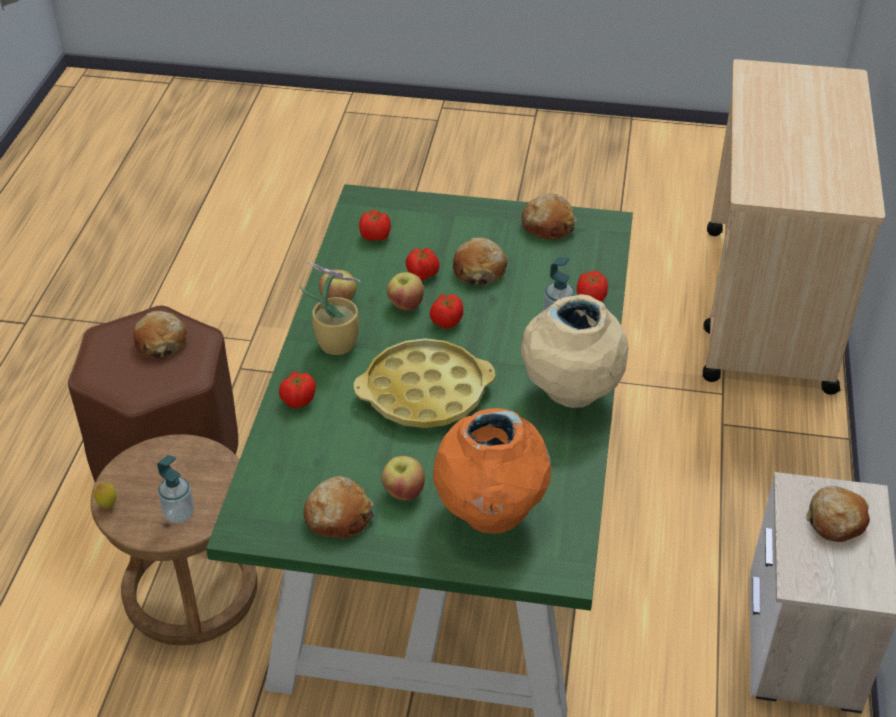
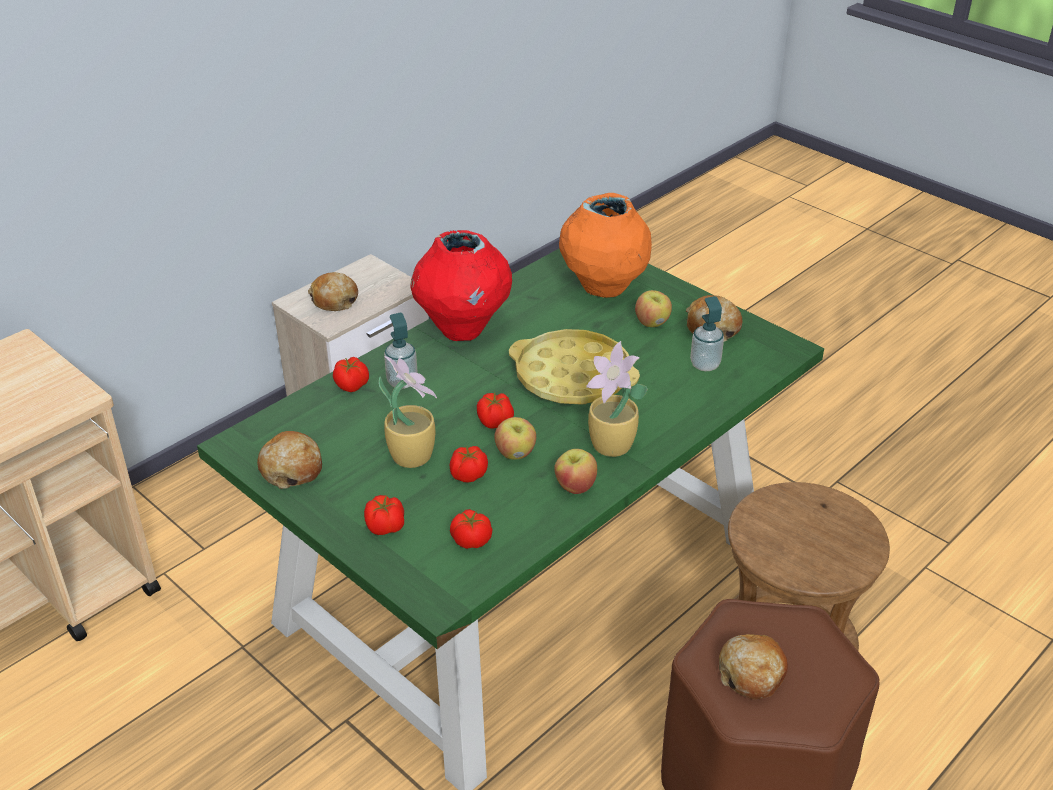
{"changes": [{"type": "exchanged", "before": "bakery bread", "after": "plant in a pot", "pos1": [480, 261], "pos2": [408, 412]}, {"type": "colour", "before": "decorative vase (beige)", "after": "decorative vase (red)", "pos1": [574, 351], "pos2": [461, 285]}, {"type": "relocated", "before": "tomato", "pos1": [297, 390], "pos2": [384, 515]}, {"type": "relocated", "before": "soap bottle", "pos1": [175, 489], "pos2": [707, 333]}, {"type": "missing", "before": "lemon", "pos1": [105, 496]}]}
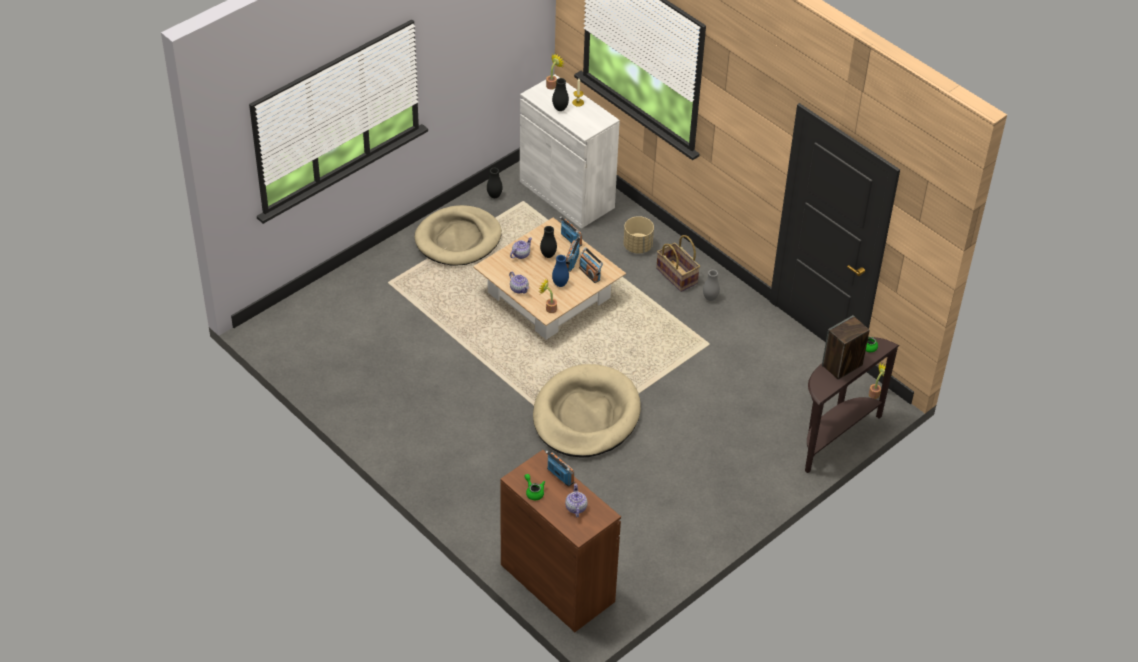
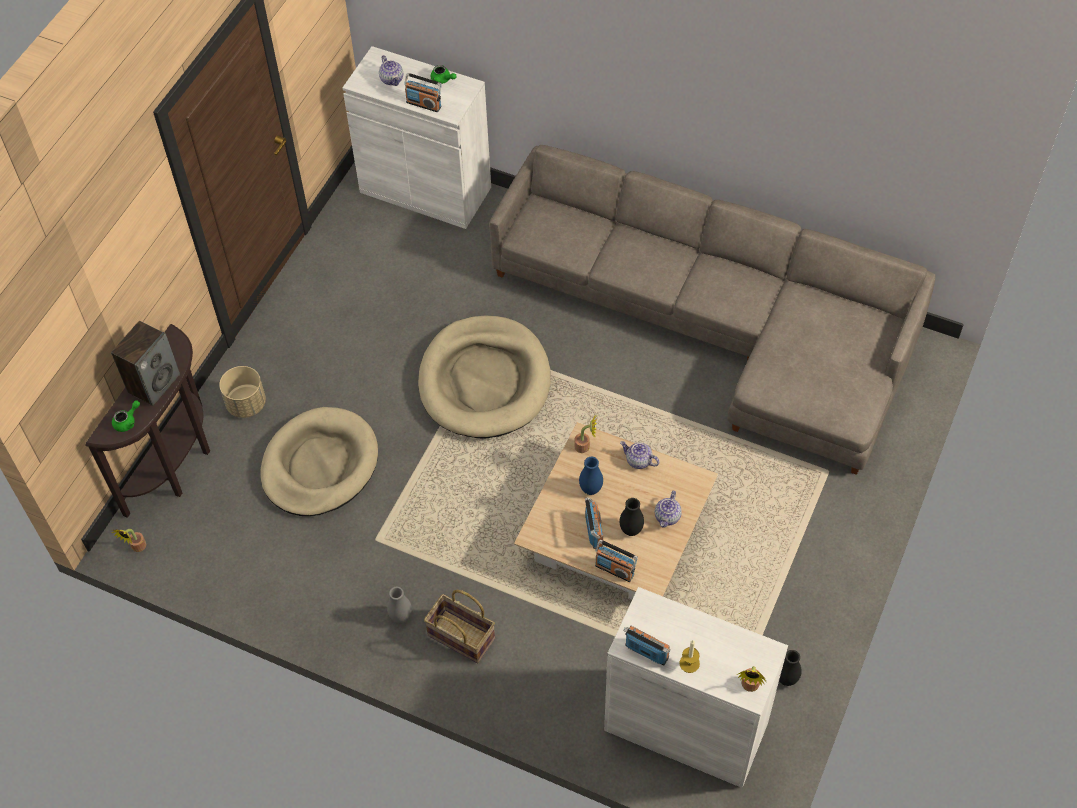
{"changes": [{"type": "missing", "before": "decorative vase (black-coloured)", "pos1": [560, 94]}, {"type": "relocated", "before": "dog cushion (beige)", "pos1": [458, 235], "pos2": [319, 461]}, {"type": "relocated", "before": "planter (beige)", "pos1": [638, 235], "pos2": [242, 392]}, {"type": "relocated", "before": "radio set", "pos1": [591, 265], "pos2": [646, 645]}, {"type": "colour", "before": "cupboard (brownish)", "after": "cupboard (whitish)", "pos1": [560, 541], "pos2": [416, 137]}, {"type": "appeared", "after": "couch (gray)", "pos2": [712, 310]}]}
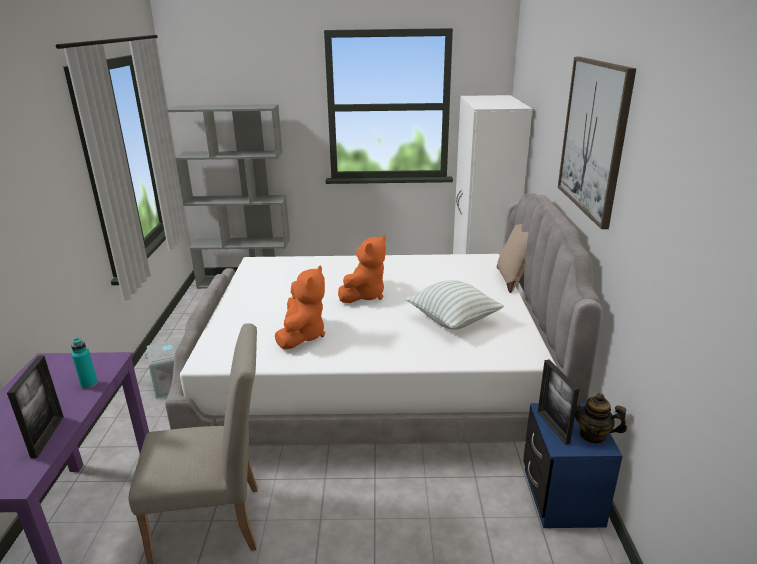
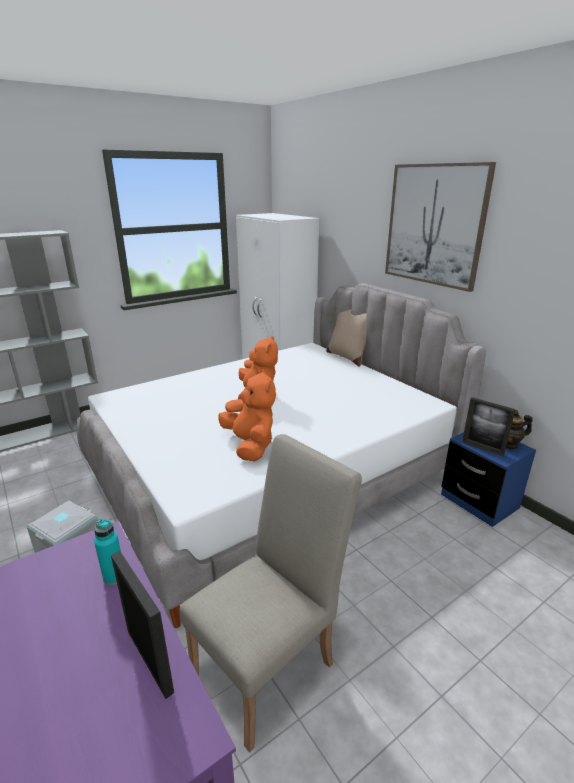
{"changes": [{"type": "missing", "before": "throw pillow", "pos1": [455, 305]}]}
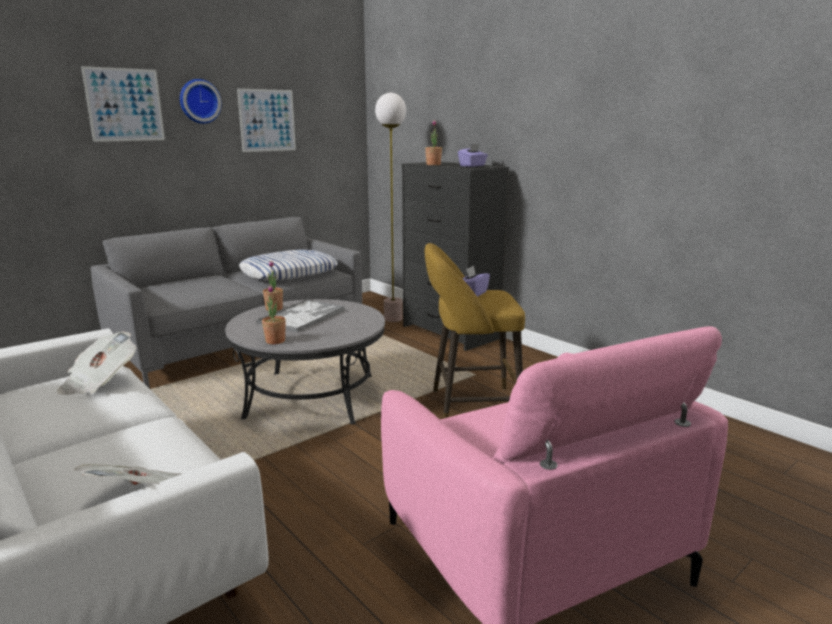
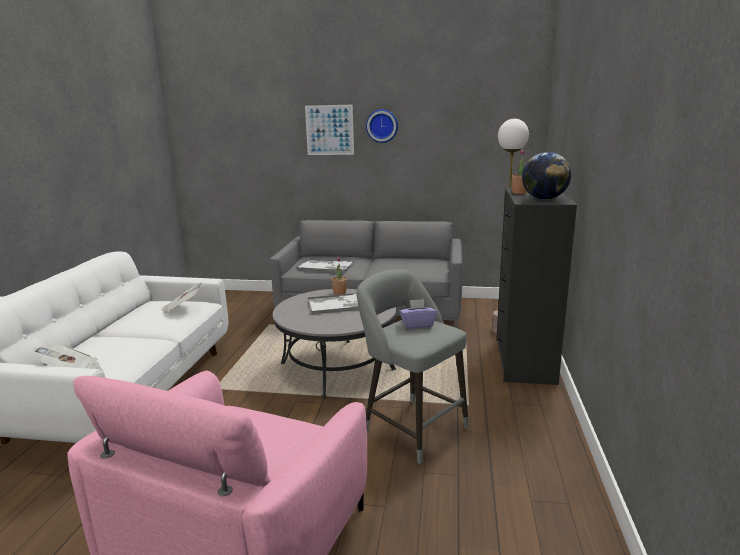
{"changes": [{"type": "missing", "before": "picture", "pos1": [266, 120]}, {"type": "exchanged", "before": "tissue box (purple)", "after": "world globe", "pos1": [473, 155], "pos2": [546, 176]}, {"type": "colour", "before": "sitting stool (yellow)", "after": "sitting stool (gray)", "pos1": [475, 331], "pos2": [413, 366]}, {"type": "missing", "before": "throw pillow", "pos1": [288, 265]}, {"type": "missing", "before": "plant in a pot", "pos1": [274, 314]}, {"type": "appeared", "after": "serving tray", "pos2": [325, 265]}]}
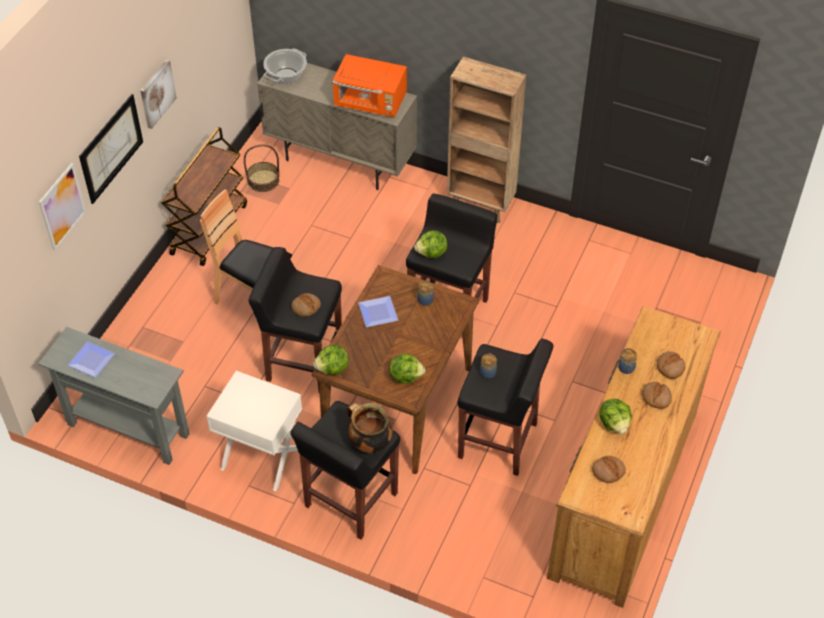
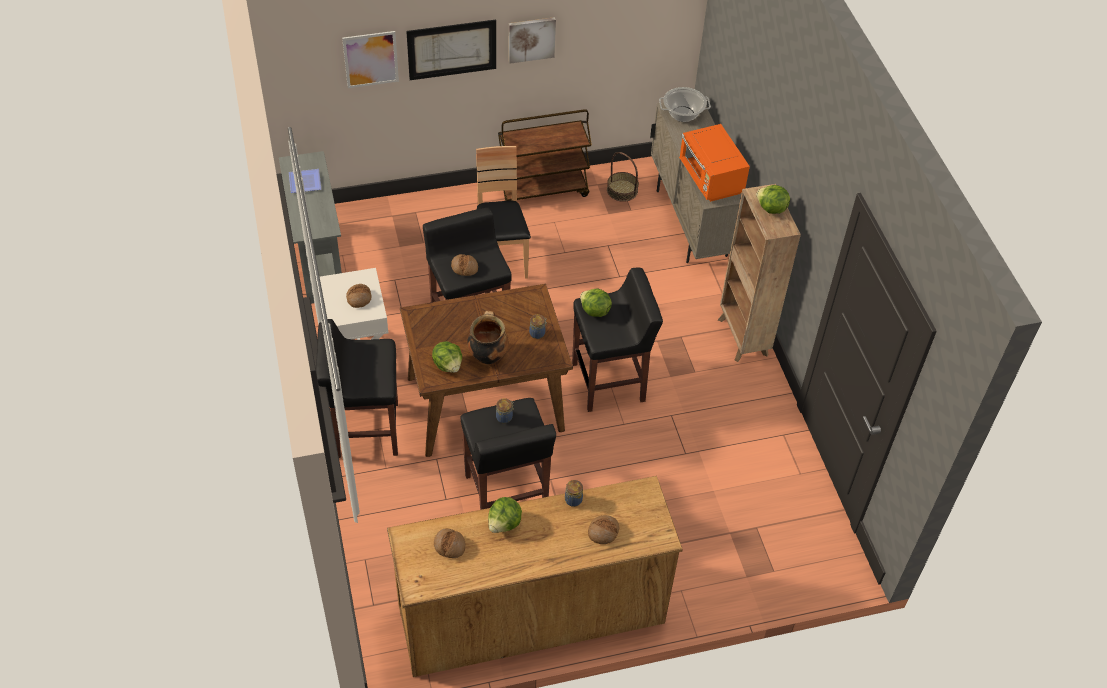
{"changes": [{"type": "missing", "before": "plate", "pos1": [378, 311]}, {"type": "relocated", "before": "lettuce", "pos1": [331, 360], "pos2": [773, 199]}, {"type": "relocated", "before": "bakery bread", "pos1": [657, 395], "pos2": [359, 296]}, {"type": "relocated", "before": "stockpot", "pos1": [370, 428], "pos2": [488, 337]}]}
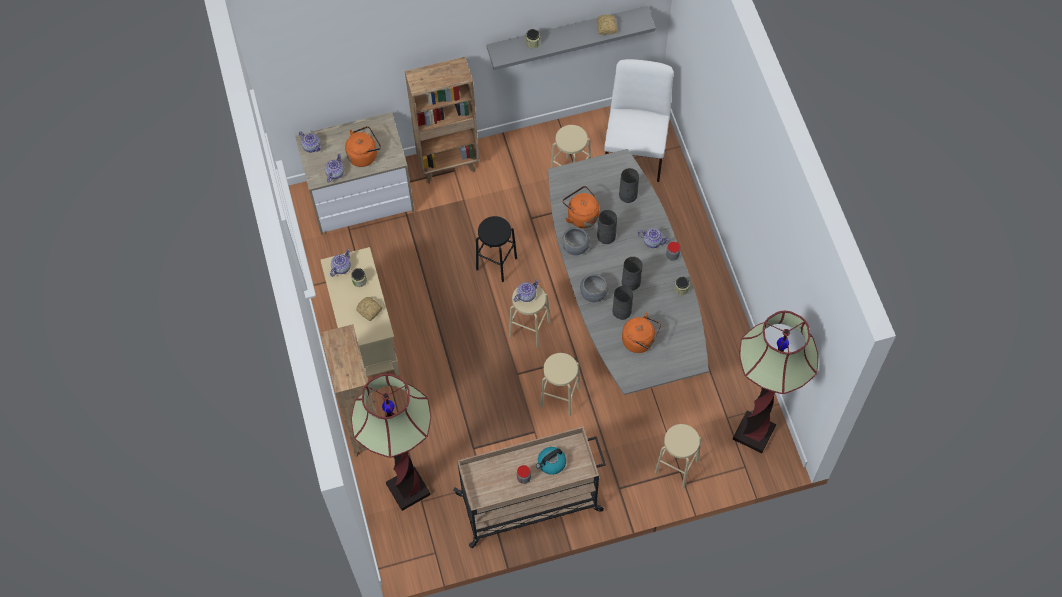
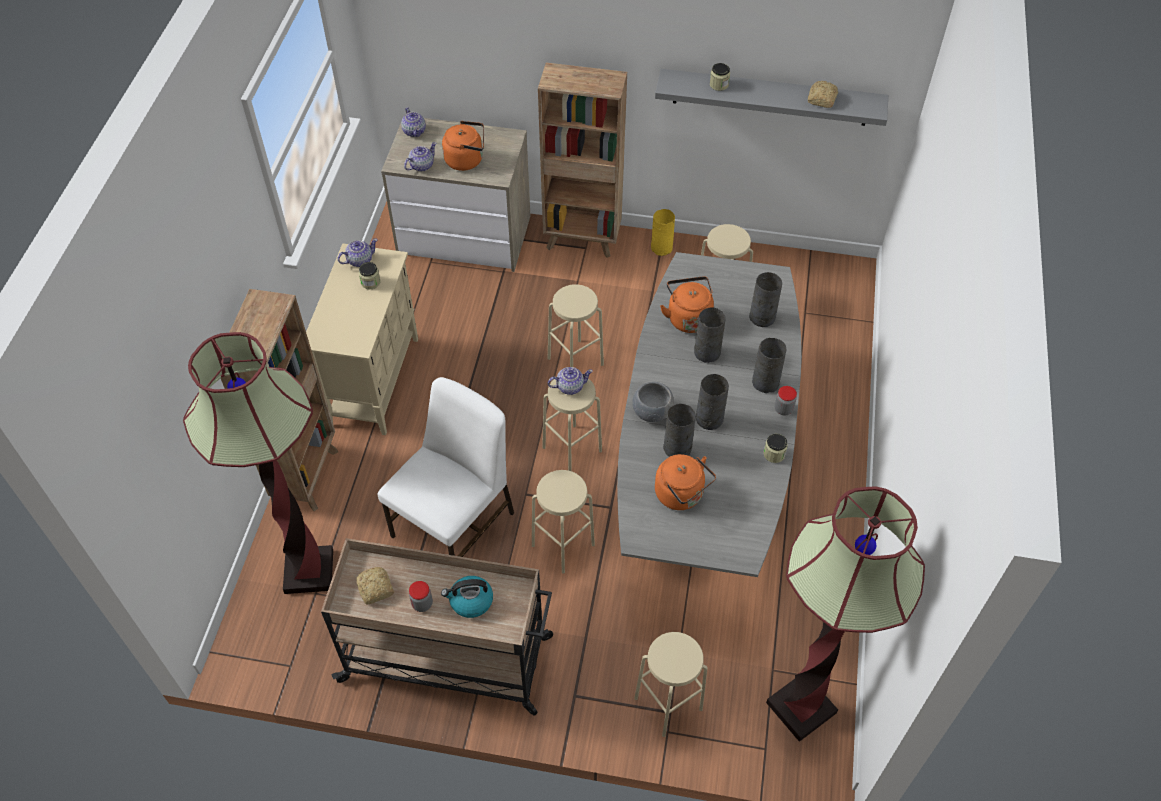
{"changes": [{"type": "relocated", "before": "upright chair (whitish)", "pos1": [638, 120], "pos2": [446, 467]}, {"type": "colour", "before": "sitting stool (black-coloured)", "after": "sitting stool (beige)", "pos1": [496, 249], "pos2": [576, 325]}, {"type": "missing", "before": "serving bowl (gray)", "pos1": [576, 241]}, {"type": "exchanged", "before": "teapot", "after": "decorative vase (gray)", "pos1": [653, 238], "pos2": [769, 365]}, {"type": "relocated", "before": "bakery bread", "pos1": [369, 309], "pos2": [375, 586]}, {"type": "appeared", "after": "decorative vase (yellow)", "pos2": [663, 232]}]}
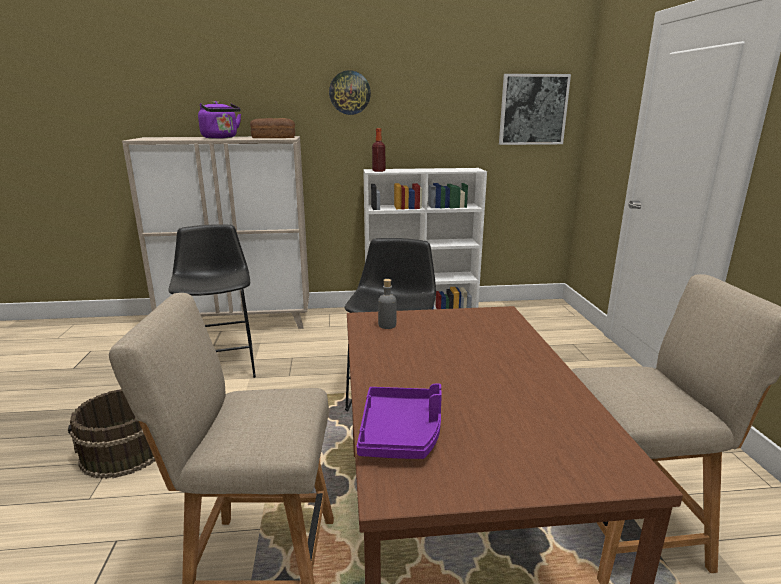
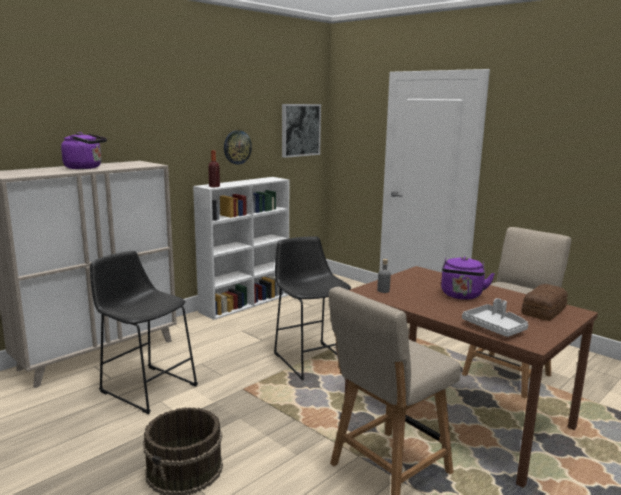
{"changes": [{"type": "relocated", "before": "clock on the wall", "pos1": [350, 92], "pos2": [238, 147]}, {"type": "relocated", "before": "bakery bread", "pos1": [272, 128], "pos2": [544, 302]}, {"type": "colour", "before": "serving tray (purple)", "after": "serving tray (gray)", "pos1": [399, 421], "pos2": [495, 317]}, {"type": "appeared", "after": "water kettle (purple)", "pos2": [468, 278]}]}
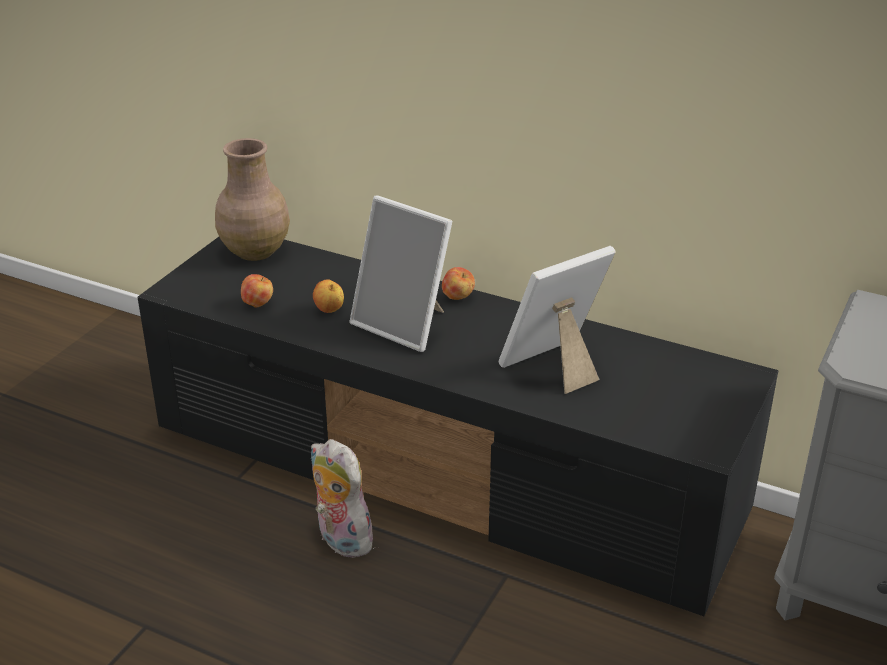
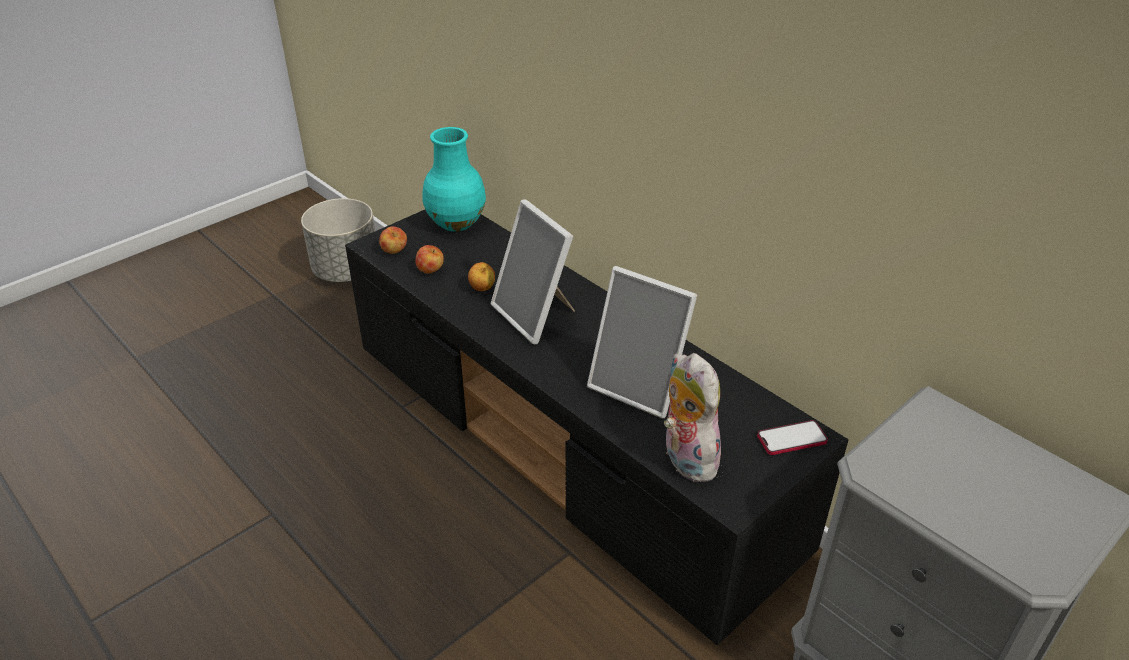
{"changes": [{"type": "colour", "before": "decorative vase (brownish)", "after": "decorative vase (turquoise)", "pos1": [252, 199], "pos2": [454, 179]}, {"type": "spun", "before": "photo frame", "pos1": [557, 320], "pos2": [642, 342], "turn": -135}, {"type": "relocated", "before": "apple", "pos1": [458, 283], "pos2": [393, 240]}, {"type": "relocated", "before": "soft toy", "pos1": [342, 498], "pos2": [693, 417]}, {"type": "appeared", "after": "planter (gray)", "pos2": [338, 240]}, {"type": "appeared", "after": "telephone", "pos2": [792, 437]}]}
